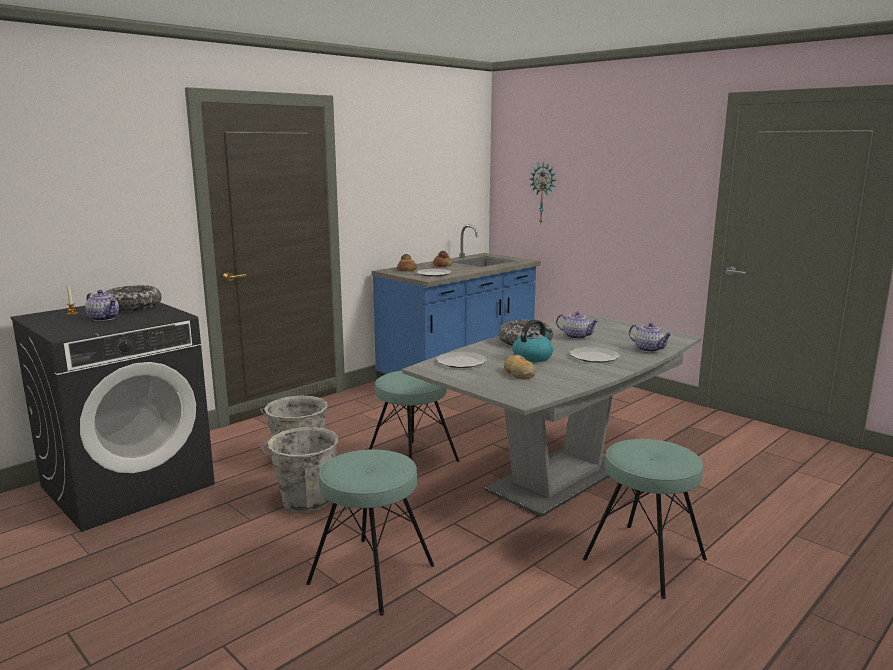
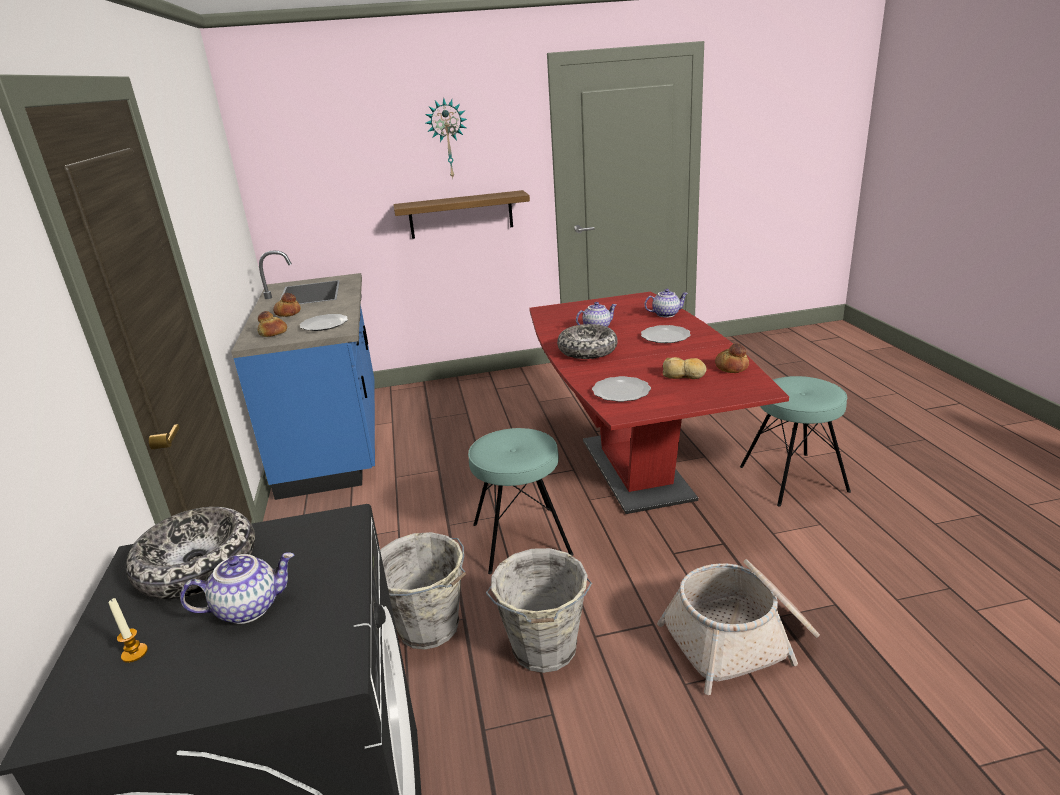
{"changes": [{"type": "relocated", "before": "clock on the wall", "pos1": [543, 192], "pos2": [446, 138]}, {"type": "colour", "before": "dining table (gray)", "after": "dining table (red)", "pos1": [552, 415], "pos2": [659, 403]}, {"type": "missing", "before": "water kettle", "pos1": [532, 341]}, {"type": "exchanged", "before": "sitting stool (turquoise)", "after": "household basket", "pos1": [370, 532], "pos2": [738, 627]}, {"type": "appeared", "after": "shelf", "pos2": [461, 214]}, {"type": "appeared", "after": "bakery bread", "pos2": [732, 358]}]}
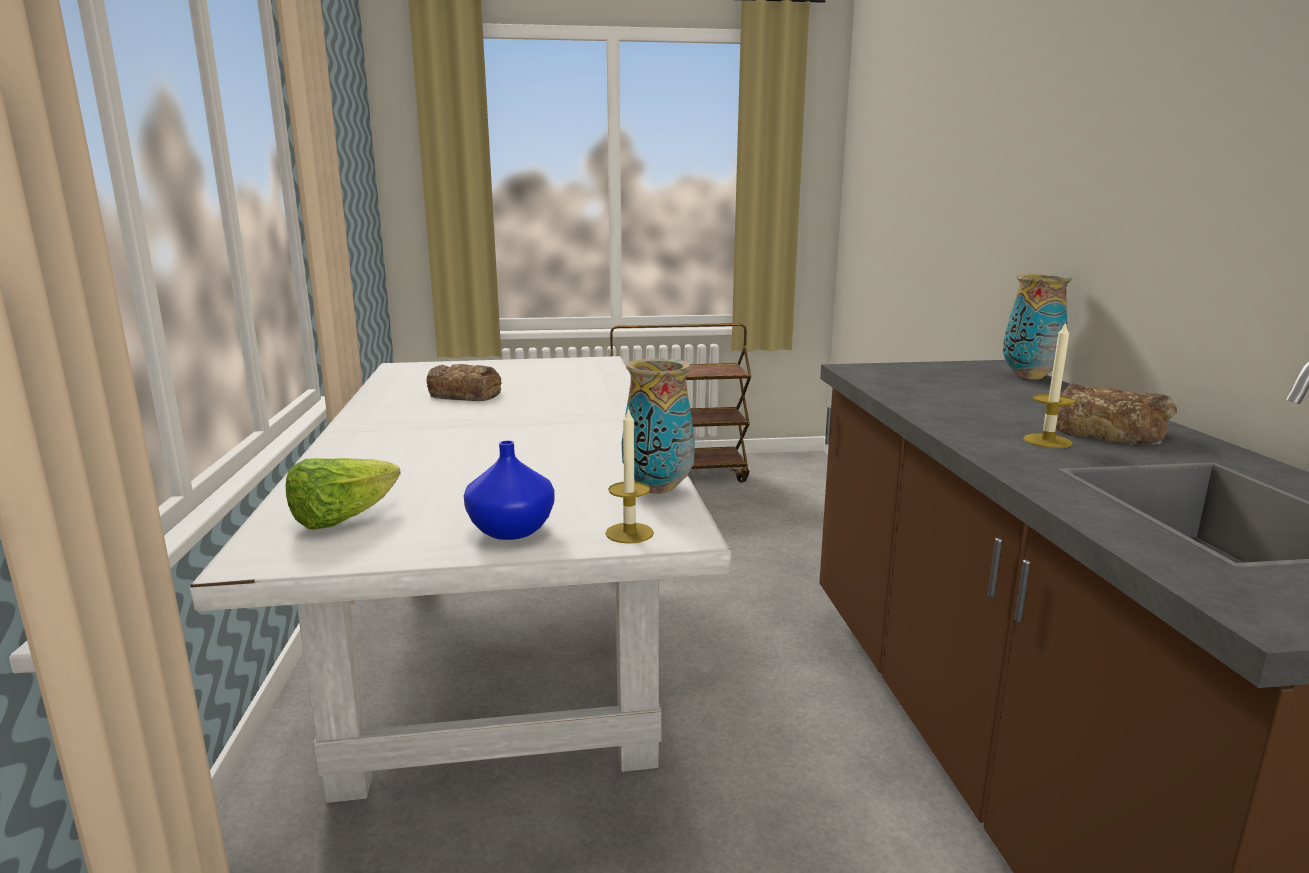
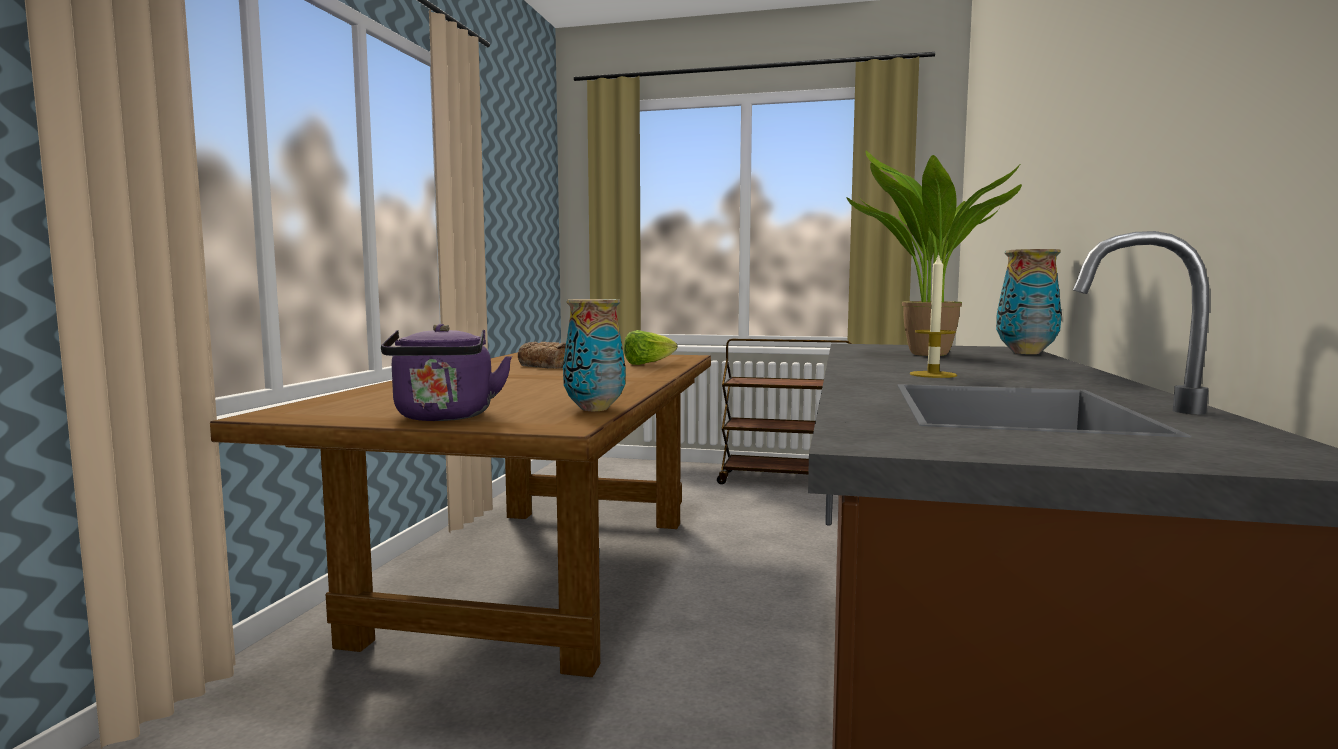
{"changes": [{"type": "colour", "before": "dining table (whitish)", "after": "dining table (brownish)", "pos1": [460, 579], "pos2": [460, 514]}, {"type": "missing", "before": "bakery bread", "pos1": [1116, 414]}, {"type": "missing", "before": "candle", "pos1": [629, 475]}, {"type": "exchanged", "before": "decorative vase (blue-coloured)", "after": "water kettle (purple)", "pos1": [509, 490], "pos2": [446, 372]}, {"type": "relocated", "before": "lettuce", "pos1": [343, 494], "pos2": [650, 347]}, {"type": "appeared", "after": "plant in a pot", "pos2": [934, 253]}]}
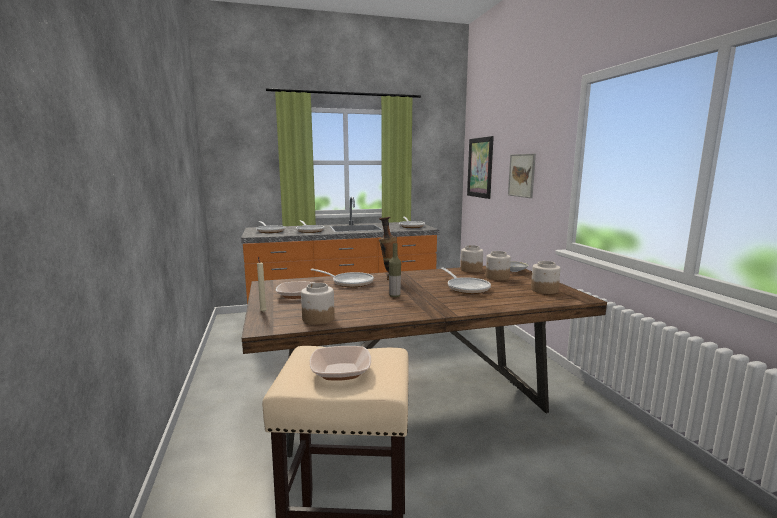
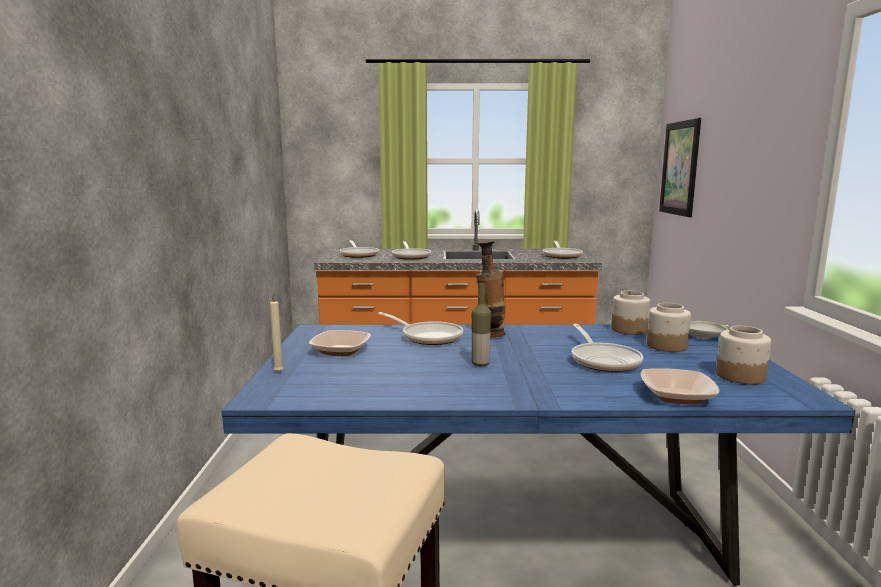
{"changes": [{"type": "missing", "before": "picture", "pos1": [522, 176]}, {"type": "colour", "before": "dining table (brownish)", "after": "dining table (blue-coloured)", "pos1": [424, 362], "pos2": [539, 455]}, {"type": "missing", "before": "jar", "pos1": [318, 304]}, {"type": "relocated", "before": "serving bowl", "pos1": [340, 363], "pos2": [680, 386]}]}
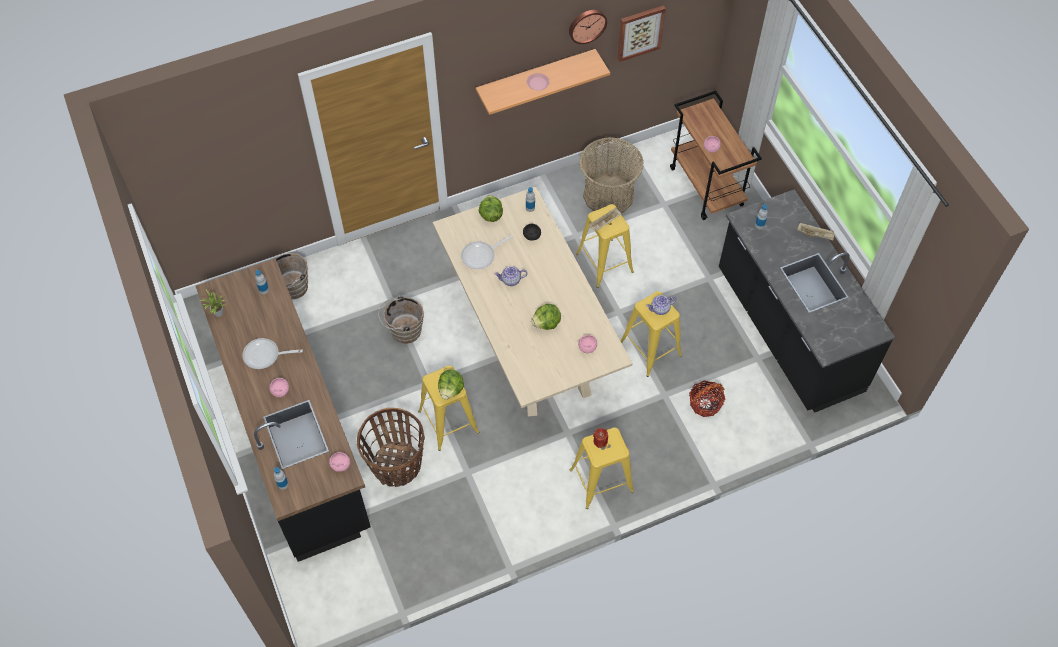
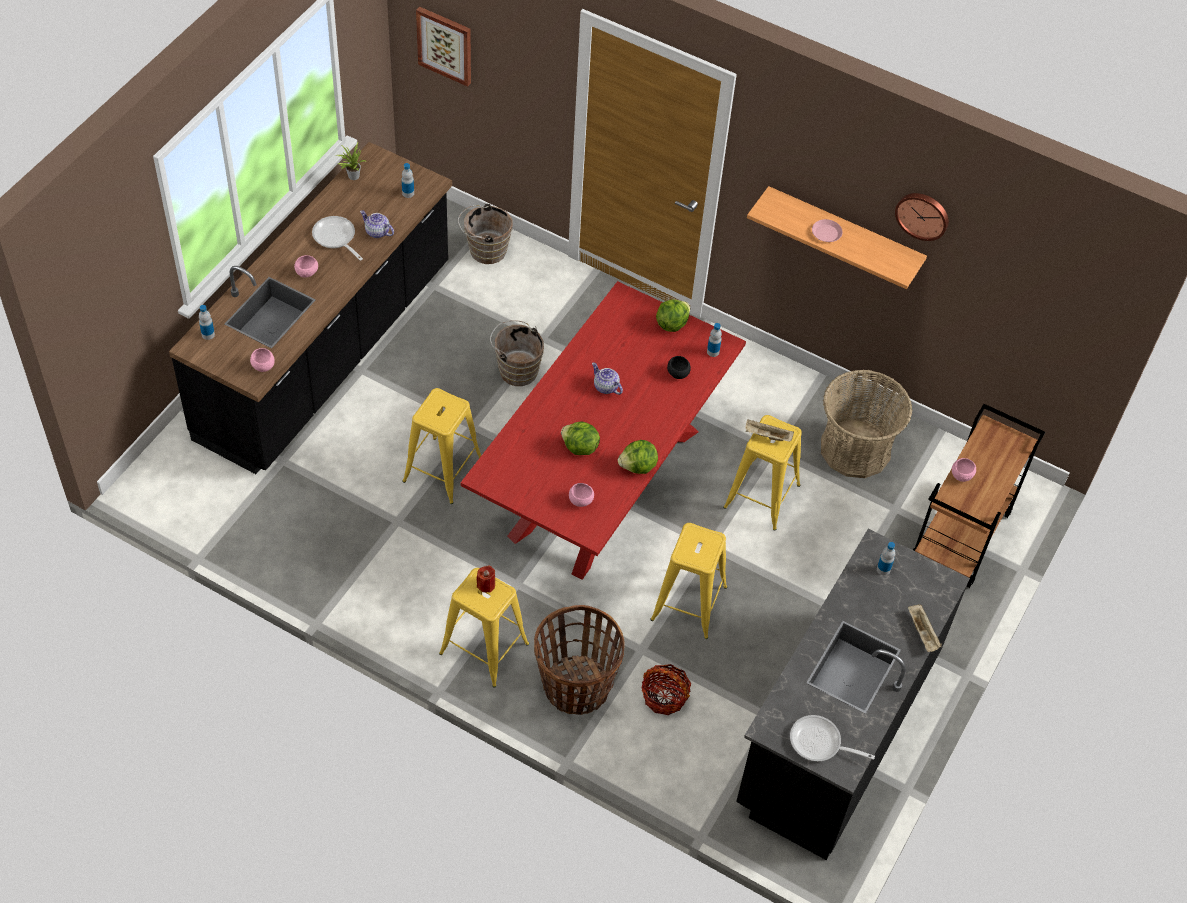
{"changes": [{"type": "relocated", "before": "picture", "pos1": [641, 33], "pos2": [443, 46]}, {"type": "colour", "before": "dining table (beige)", "after": "dining table (red)", "pos1": [533, 301], "pos2": [603, 430]}, {"type": "relocated", "before": "pan", "pos1": [486, 252], "pos2": [832, 738]}, {"type": "relocated", "before": "teapot", "pos1": [661, 305], "pos2": [377, 224]}, {"type": "relocated", "before": "lettuce", "pos1": [451, 384], "pos2": [638, 457]}, {"type": "relocated", "before": "household basket", "pos1": [391, 447], "pos2": [579, 660]}]}
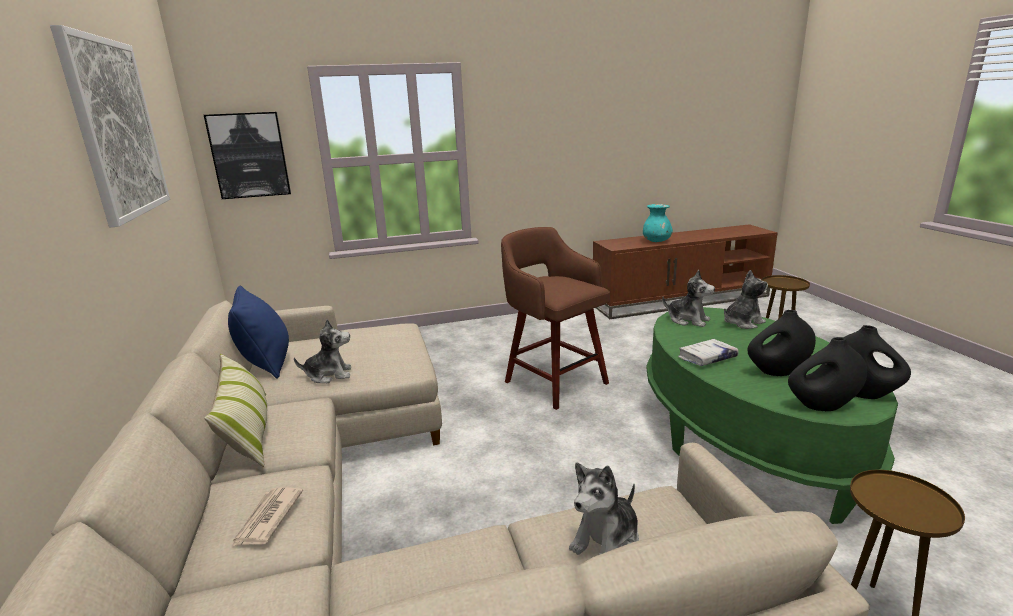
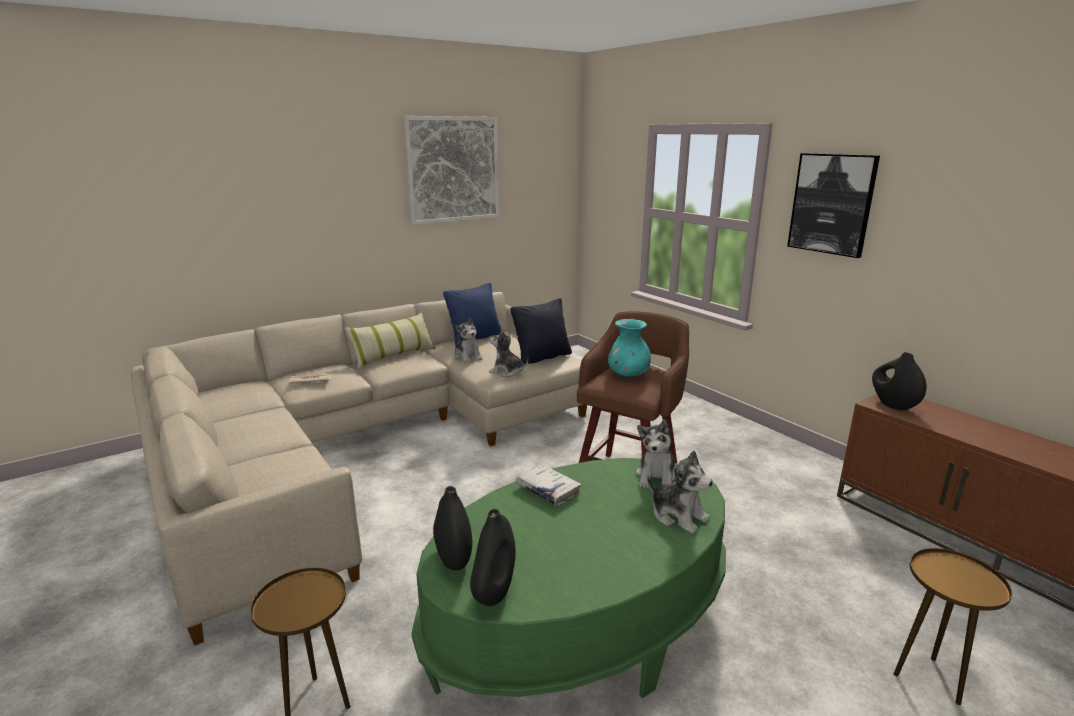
{"changes": [{"type": "relocated", "before": "picture", "pos1": [247, 155], "pos2": [833, 205]}, {"type": "relocated", "before": "decorative vase (turquoise)", "pos1": [658, 223], "pos2": [629, 348]}, {"type": "relocated", "before": "decorative vase (black-coloured)", "pos1": [781, 343], "pos2": [899, 381]}, {"type": "relocated", "before": "soft toy", "pos1": [604, 508], "pos2": [508, 353]}, {"type": "appeared", "after": "throw pillow (black-coloured)", "pos2": [541, 331]}]}
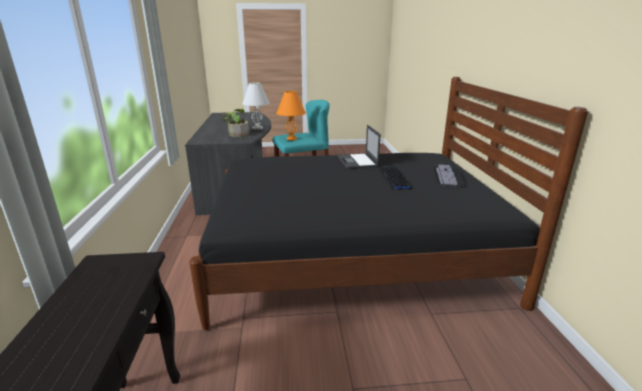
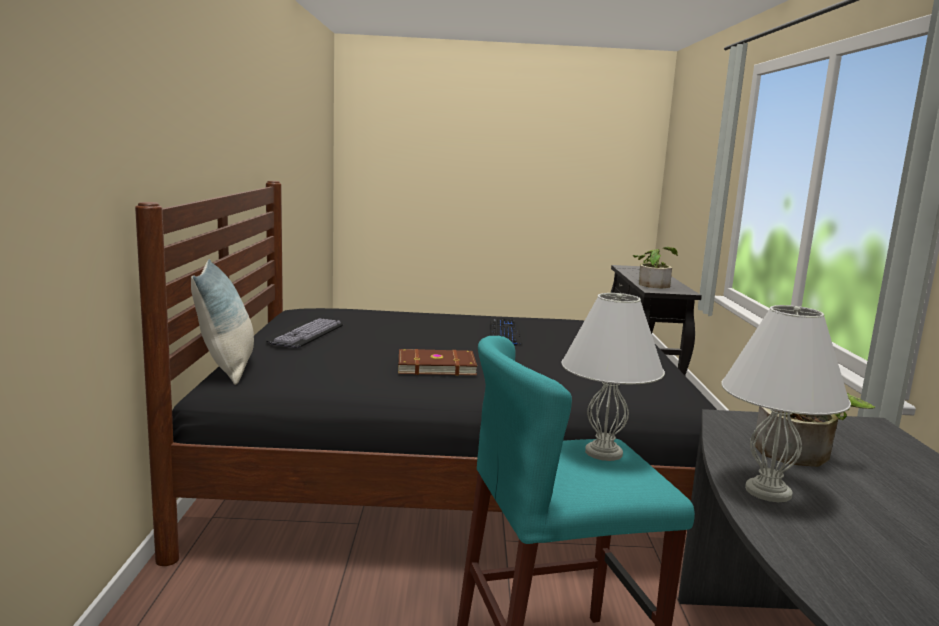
{"changes": [{"type": "colour", "before": "tabletop lamp (orange)", "after": "tabletop lamp (whitish)", "pos1": [291, 116], "pos2": [613, 377]}, {"type": "exchanged", "before": "notebook computer", "after": "book (brownish)", "pos1": [359, 147], "pos2": [437, 362]}, {"type": "relocated", "before": "keyboard", "pos1": [395, 177], "pos2": [506, 332]}, {"type": "appeared", "after": "plant in a pot", "pos2": [655, 267]}, {"type": "appeared", "after": "throw pillow", "pos2": [222, 322]}]}
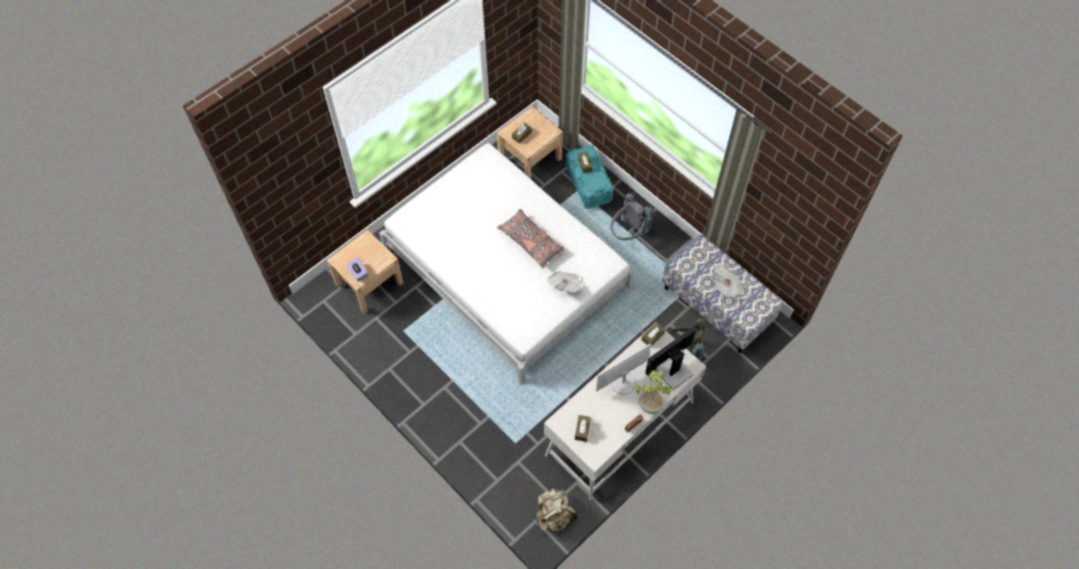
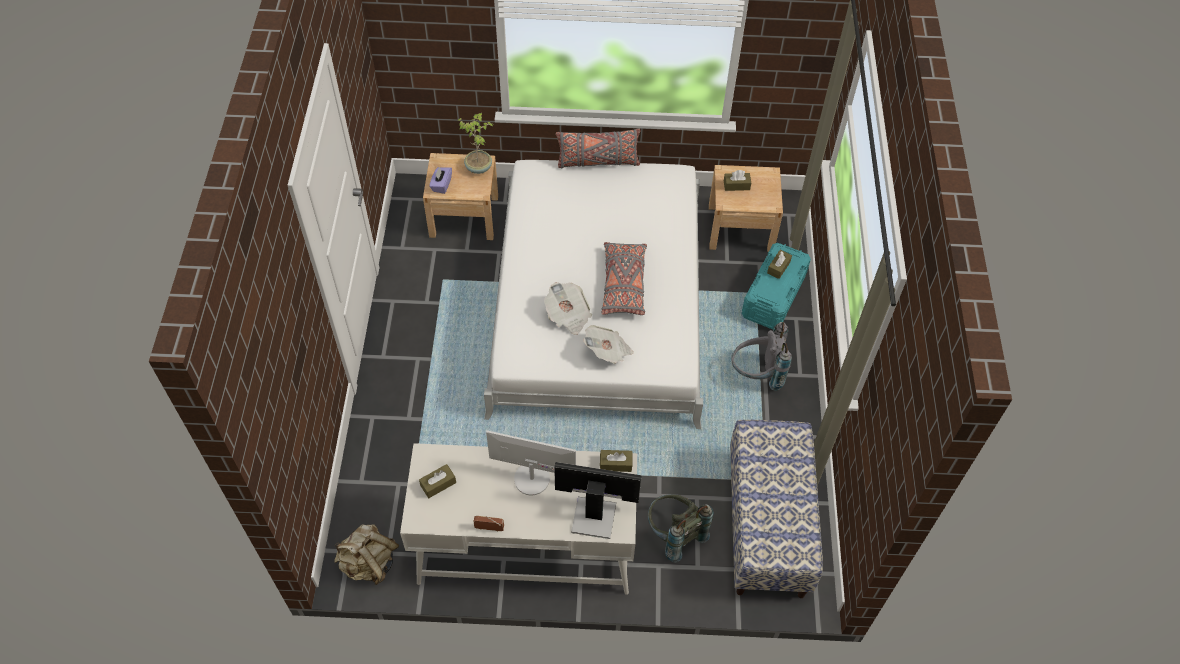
{"changes": [{"type": "relocated", "before": "daily paper", "pos1": [728, 282], "pos2": [568, 308]}, {"type": "relocated", "before": "plant in a pot", "pos1": [652, 392], "pos2": [475, 143]}, {"type": "appeared", "after": "throw pillow (gray)", "pos2": [598, 148]}]}
